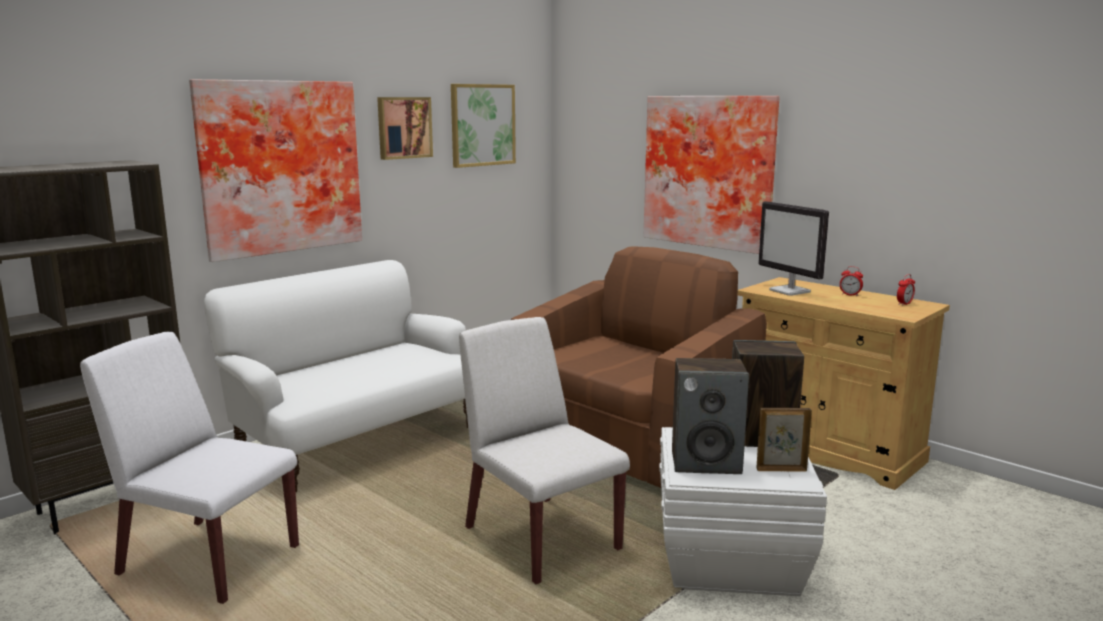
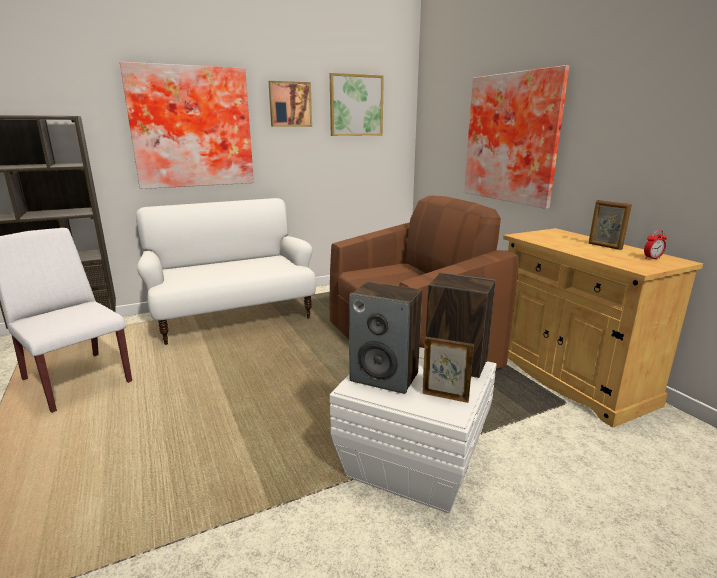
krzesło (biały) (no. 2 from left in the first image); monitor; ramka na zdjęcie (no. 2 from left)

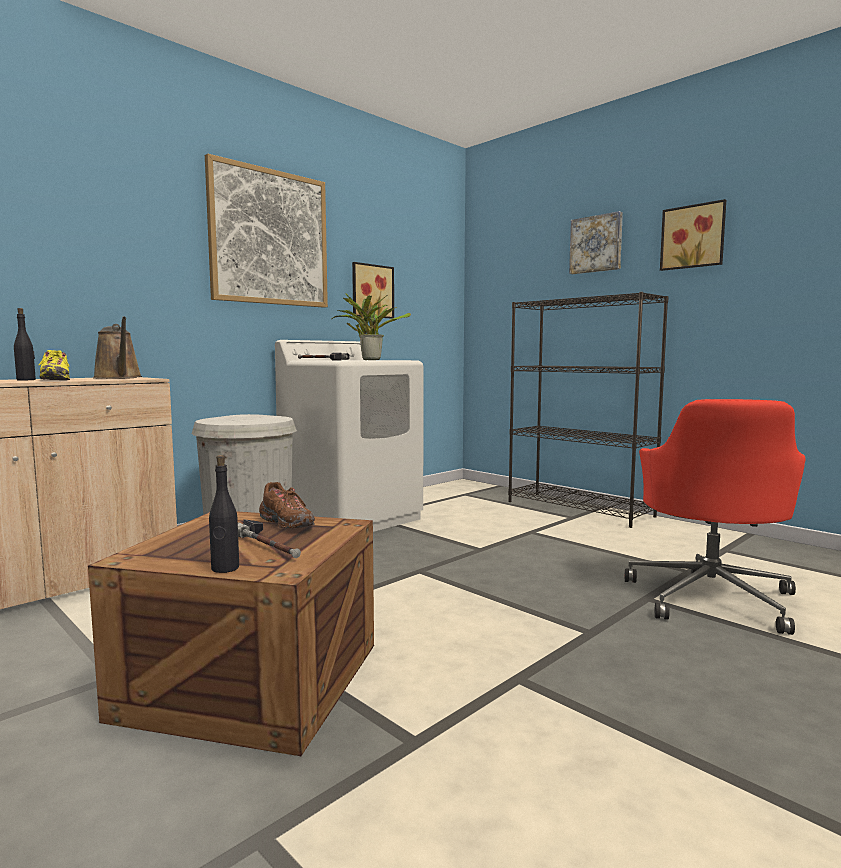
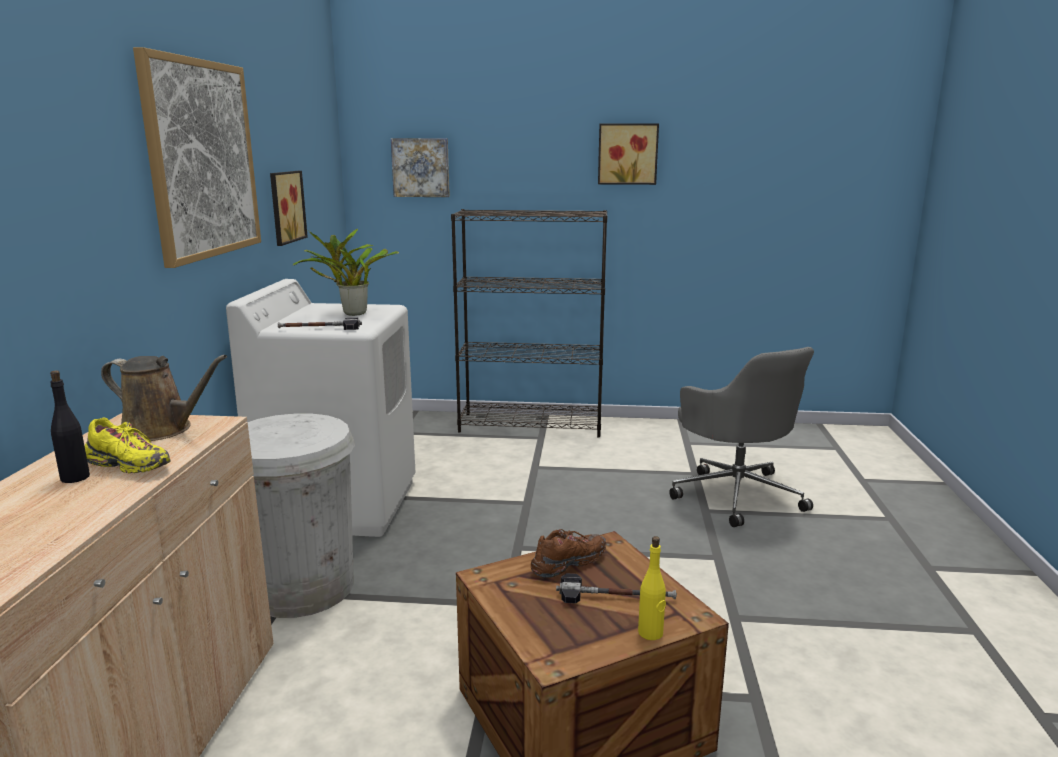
obraz (no. 3 from left); butelka (żółty); krzesło biurowe (szary); but (brązowy)

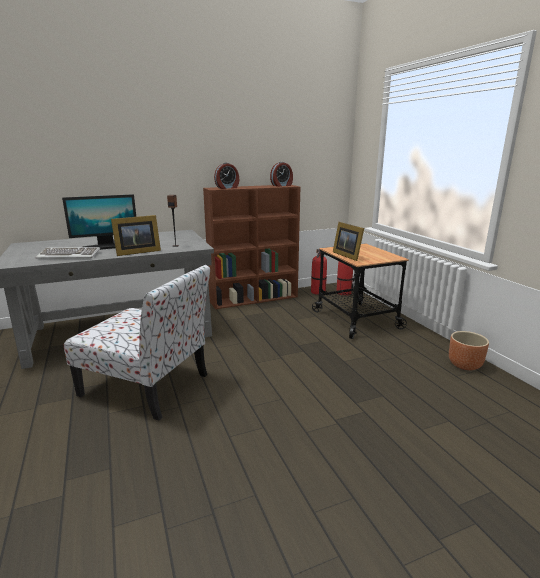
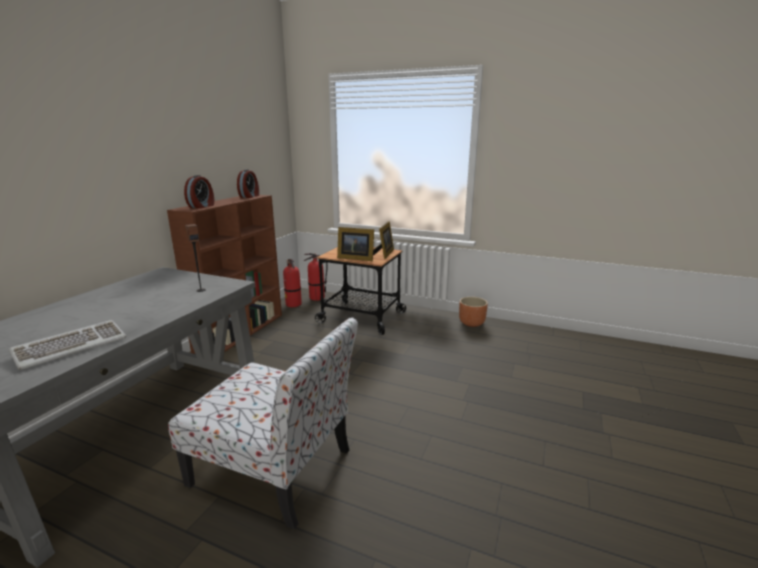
monitor; ramka na zdjęcie (no. 2 from left); krzesło

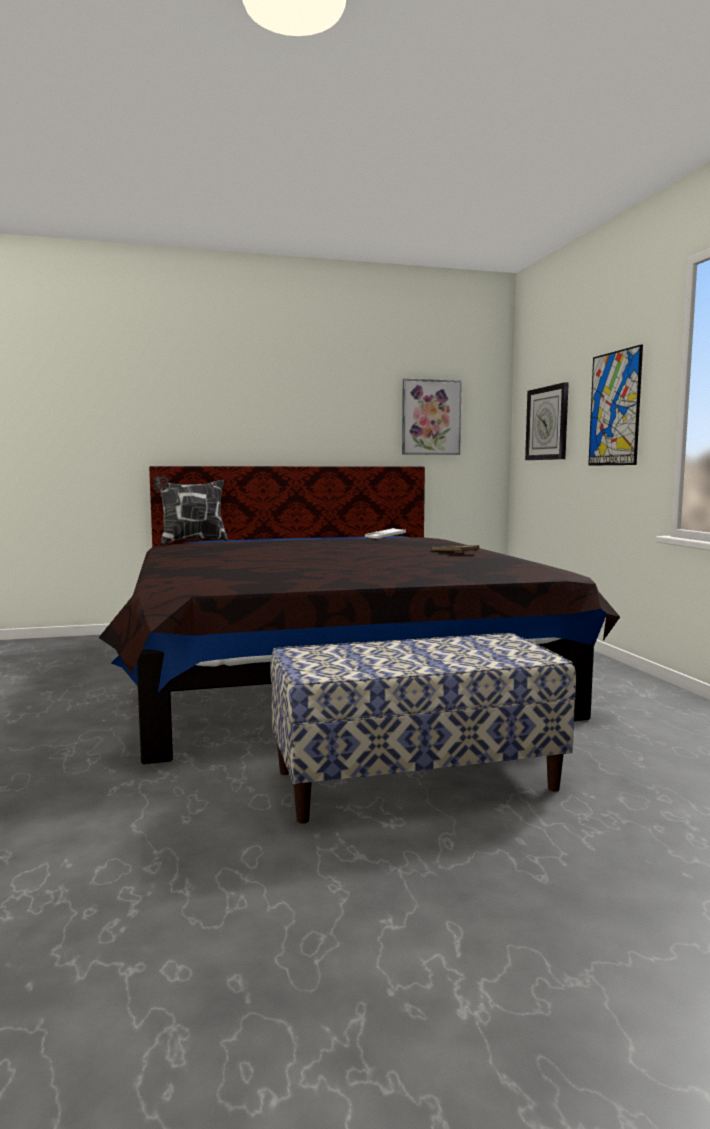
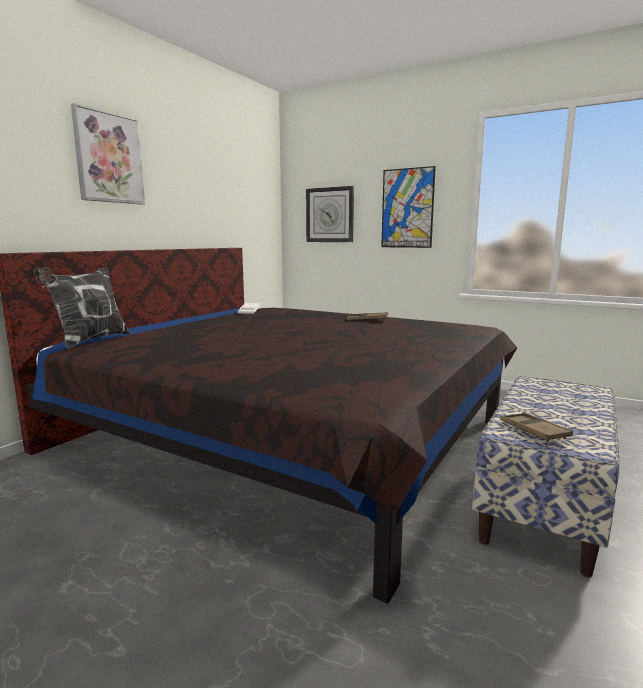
taca (brązowy) (no. 2 from left); obraz (no. 1 from left)

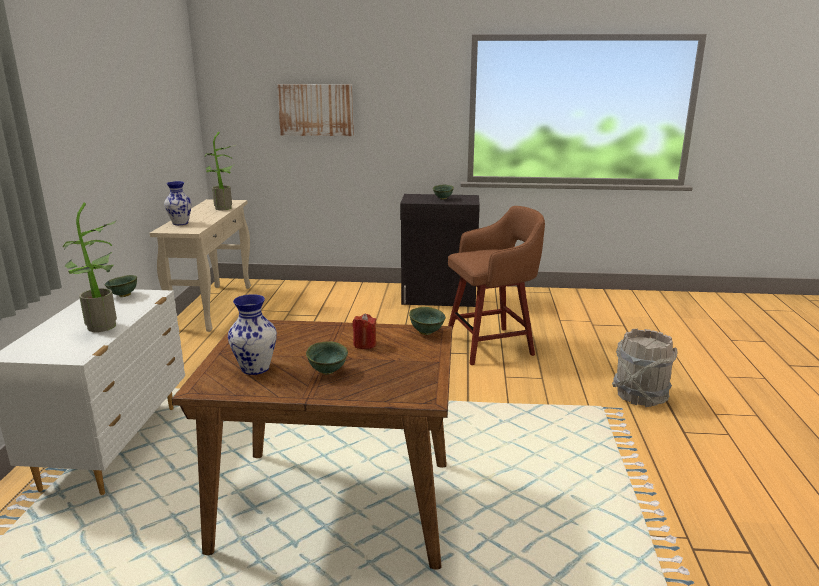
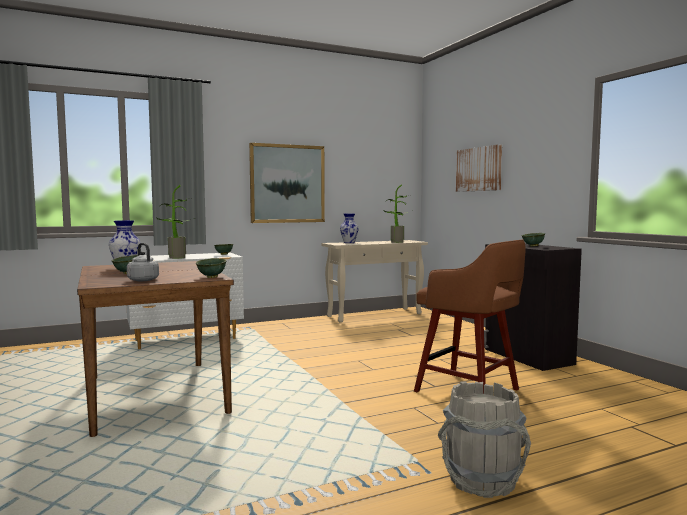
świeca (czerwony); czajnik (szary); obraz (no. 1 from left)

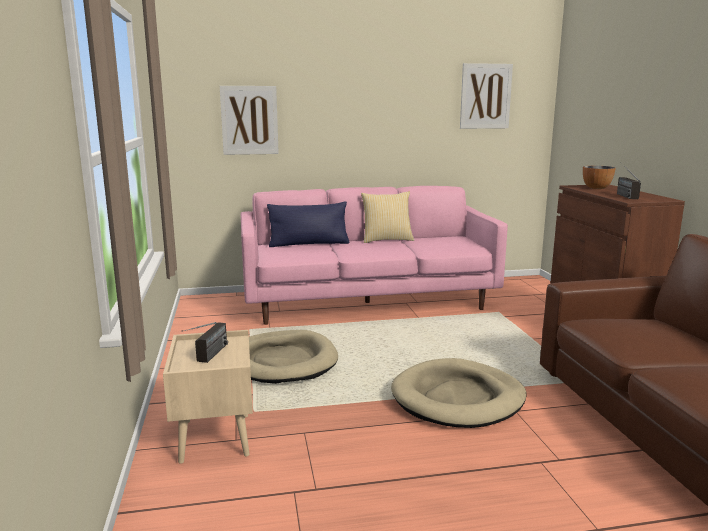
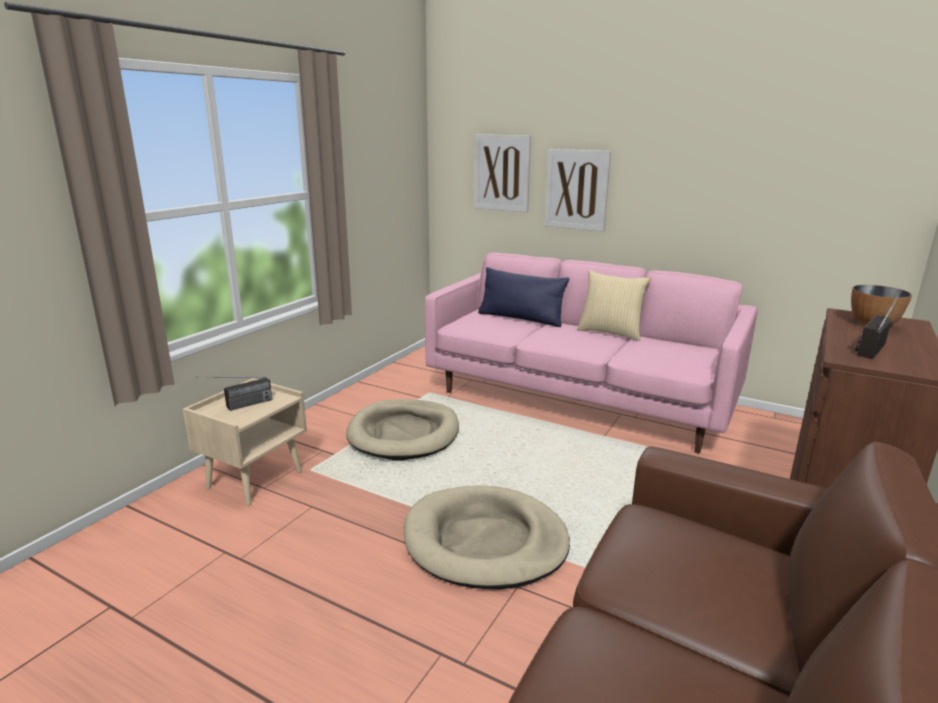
obraz (no. 2 from left)

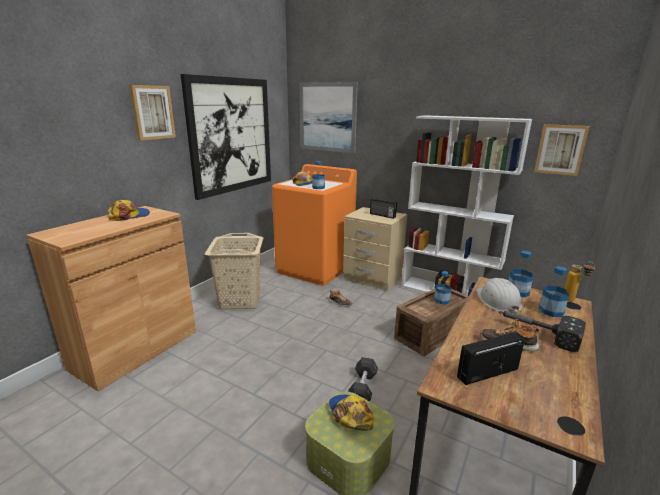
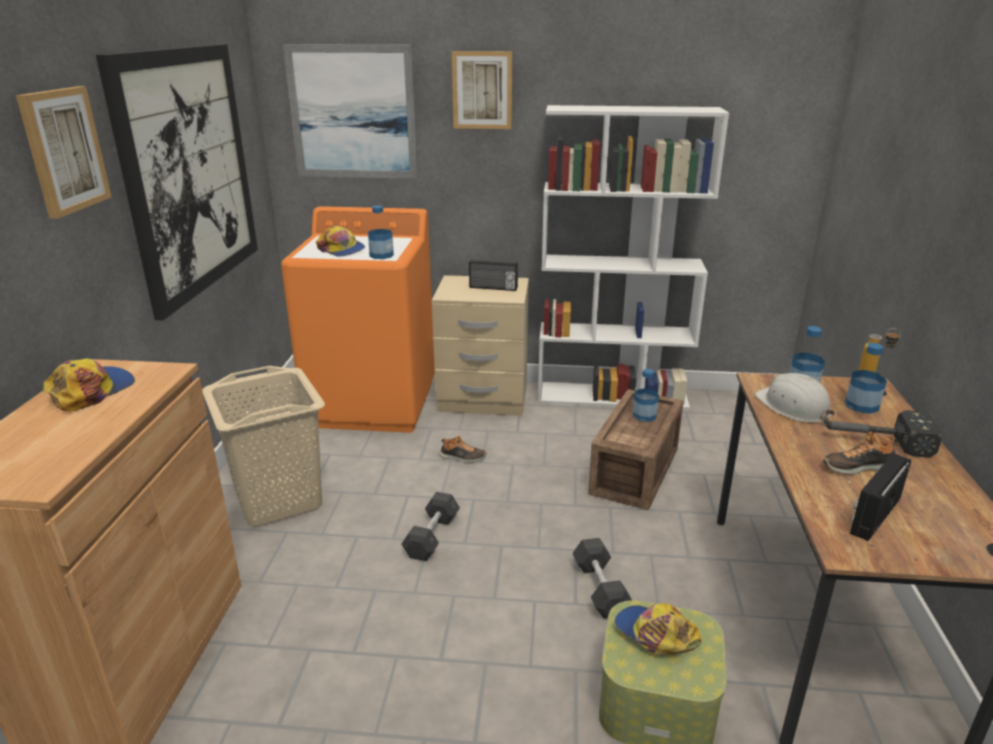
hantel (szary) (no. 1 from left); obraz (no. 4 from left)

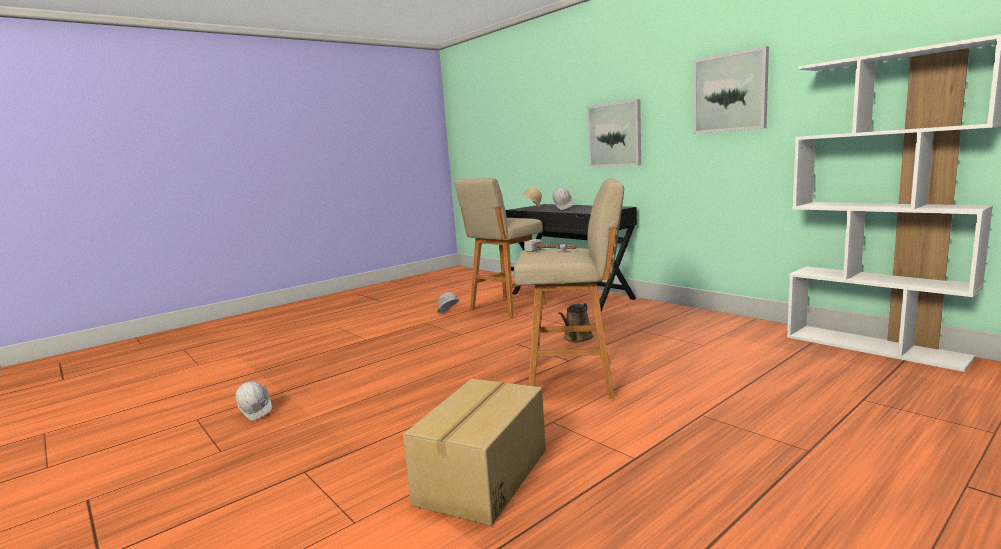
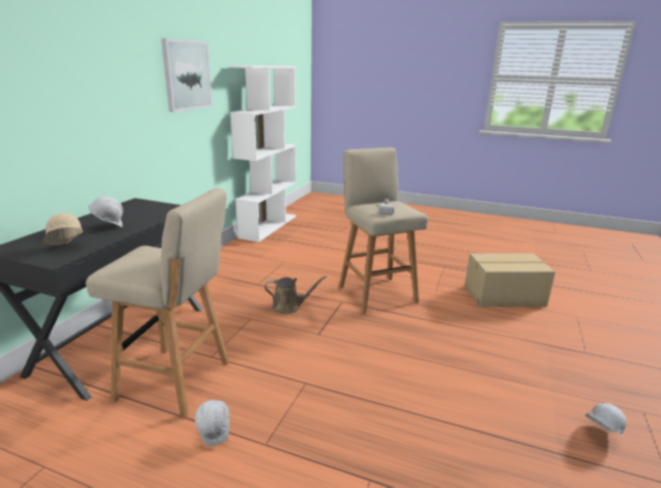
obraz (no. 1 from left in the first image)

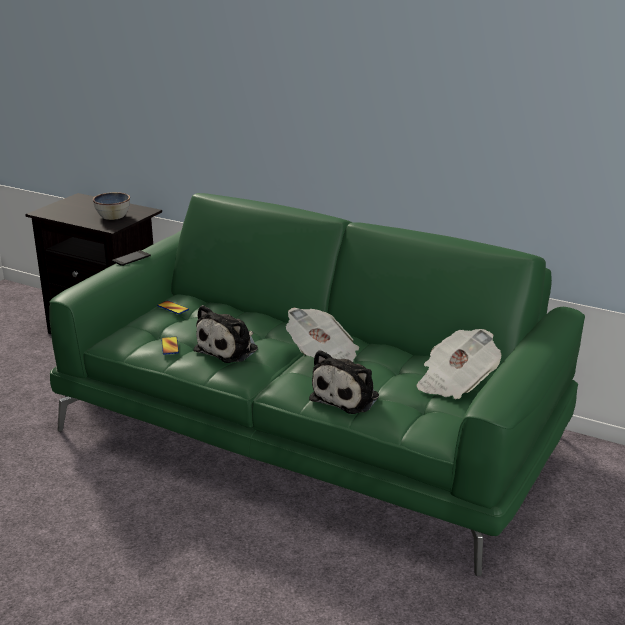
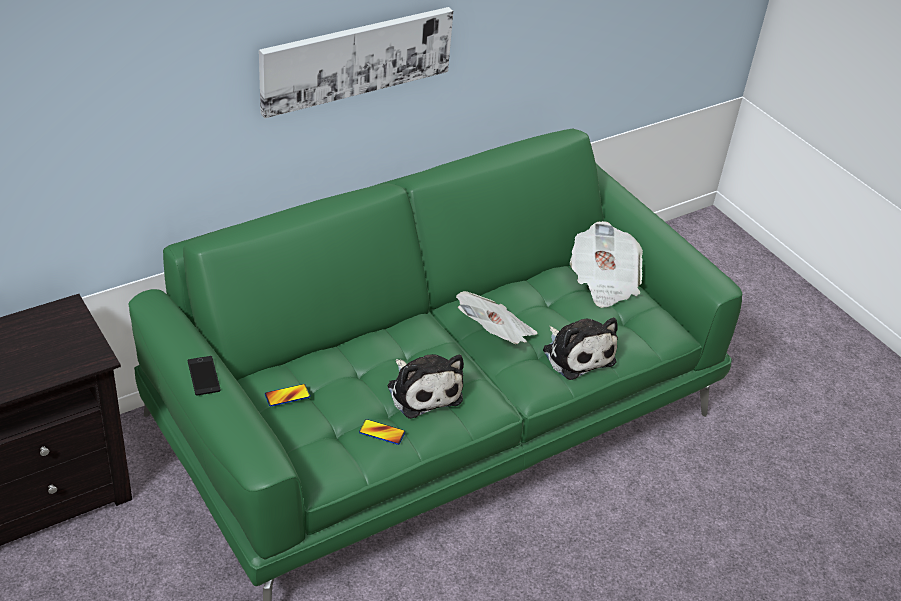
miska; obraz

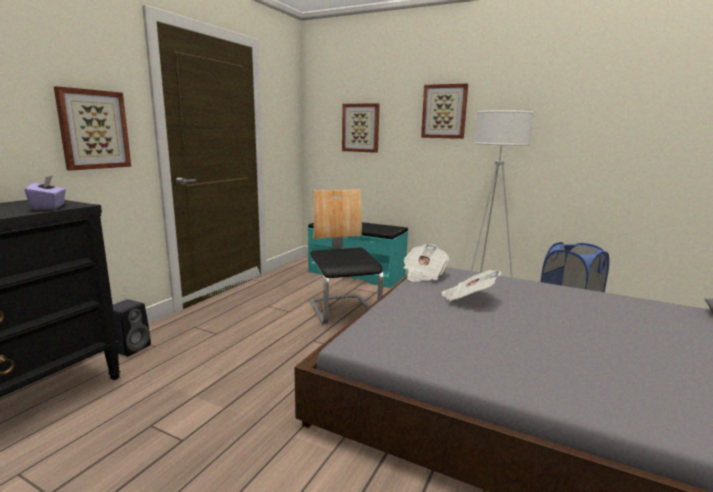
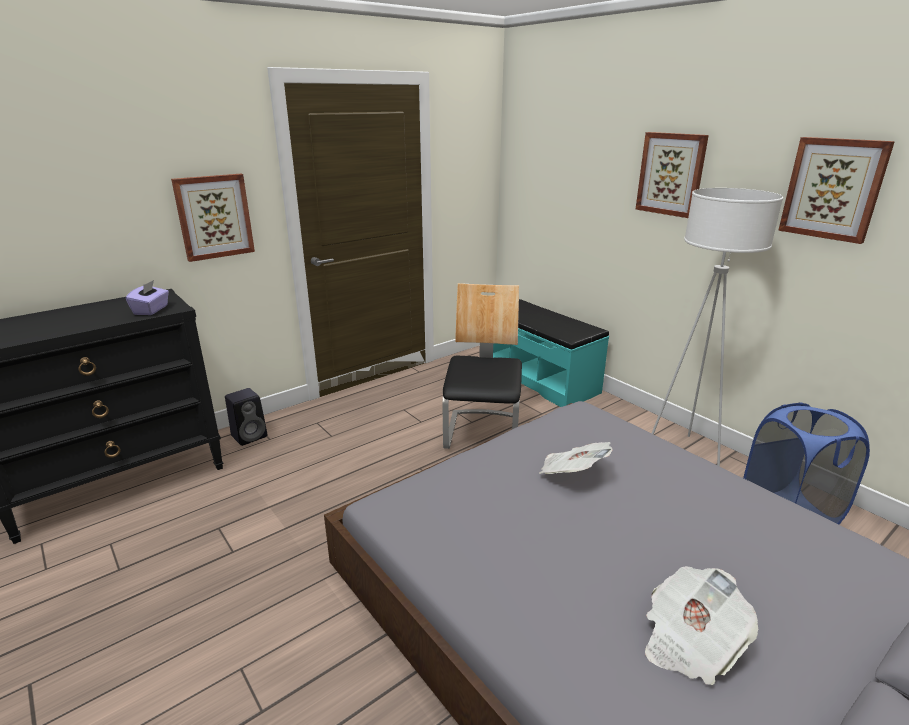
obraz (no. 3 from left); gazeta (no. 2 from left)

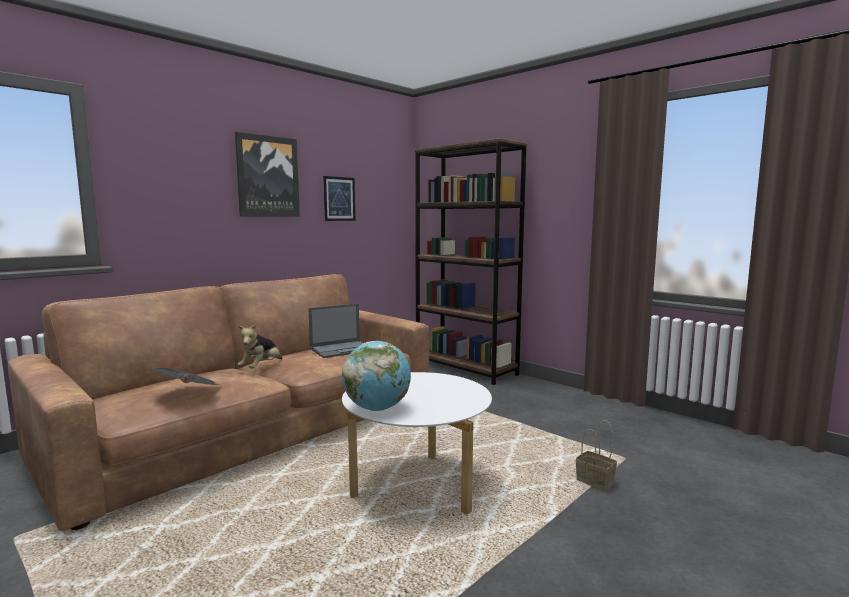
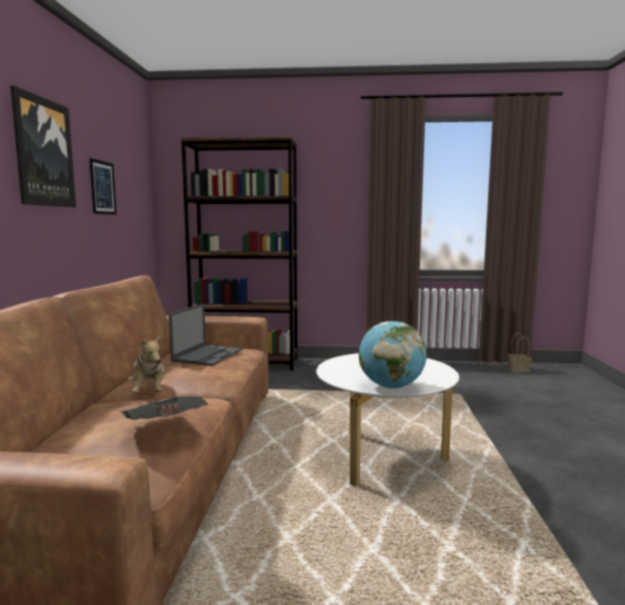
koszyk

